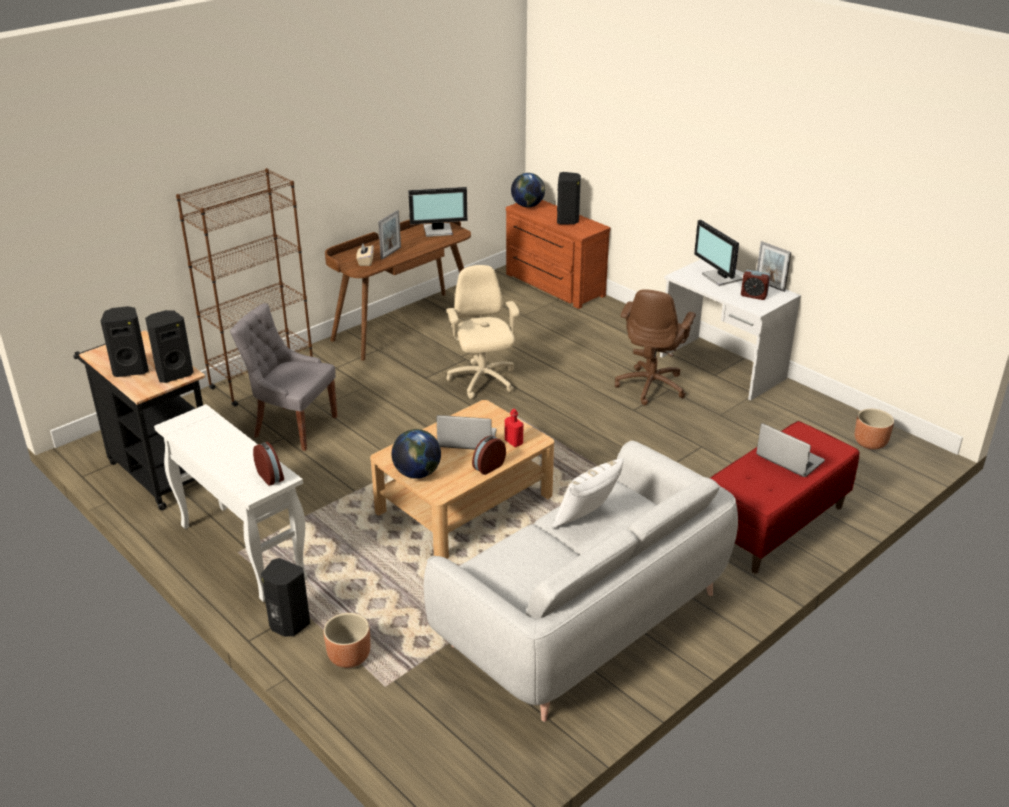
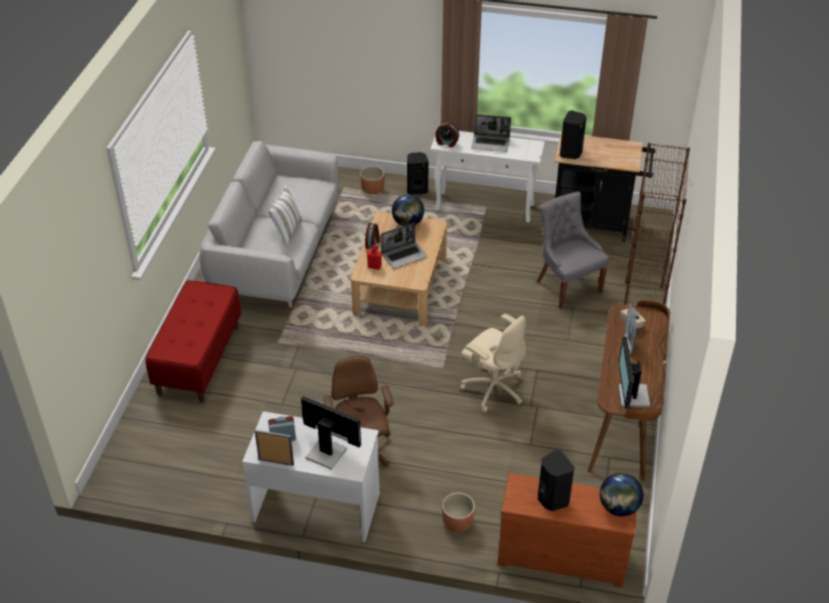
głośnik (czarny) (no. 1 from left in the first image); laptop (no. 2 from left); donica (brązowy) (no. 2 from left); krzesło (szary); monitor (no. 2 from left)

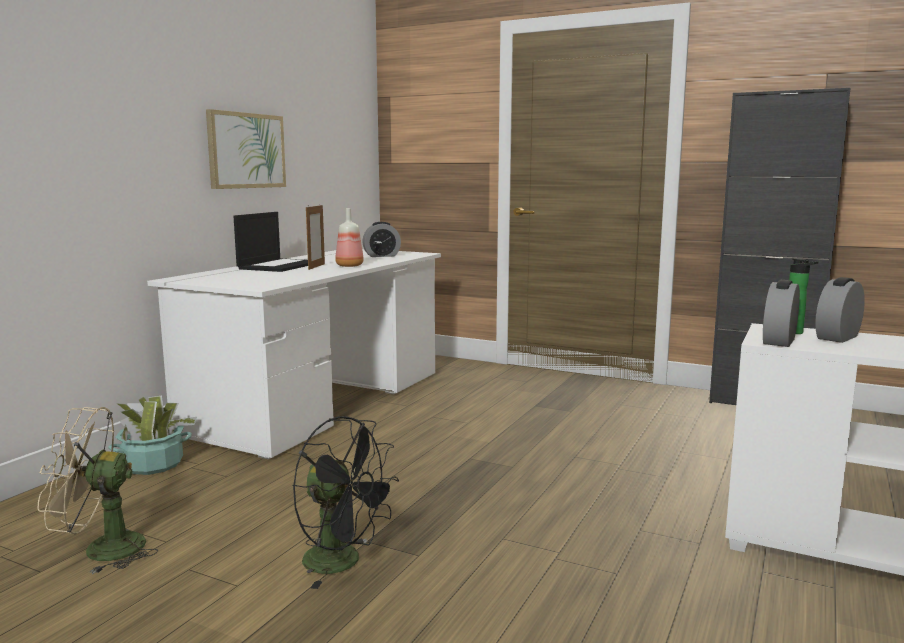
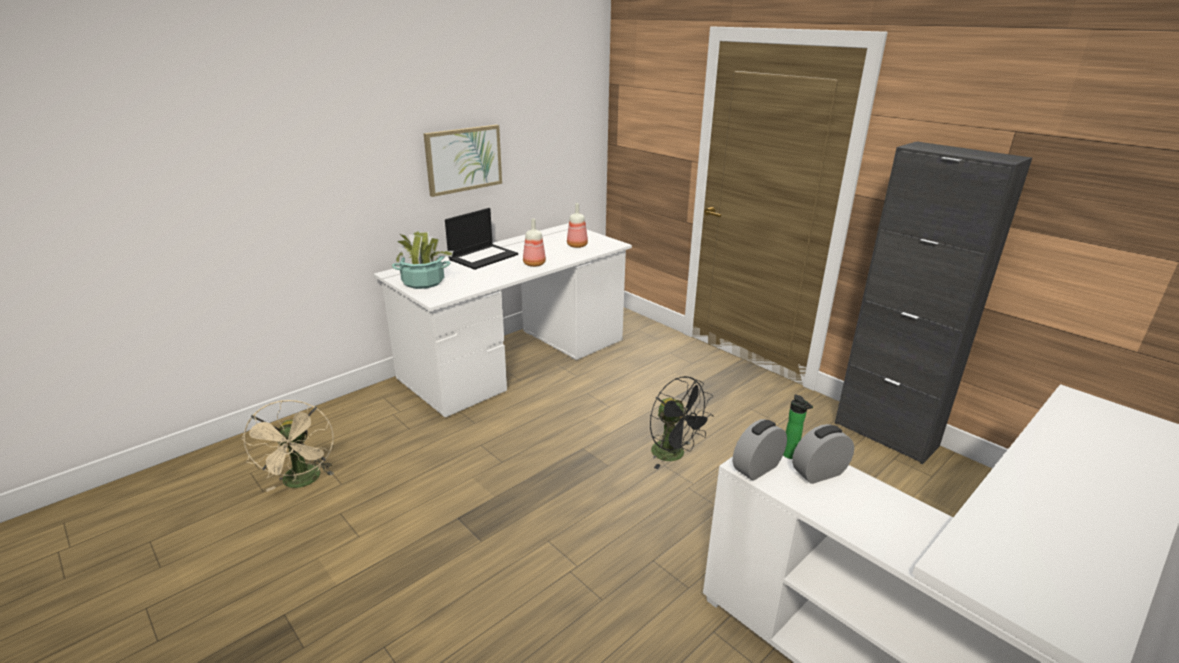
ramka na zdjęcie; roślina doniczkowa; wentylator (czarny); butelka (no. 2 from left); wentylator (beżowy)

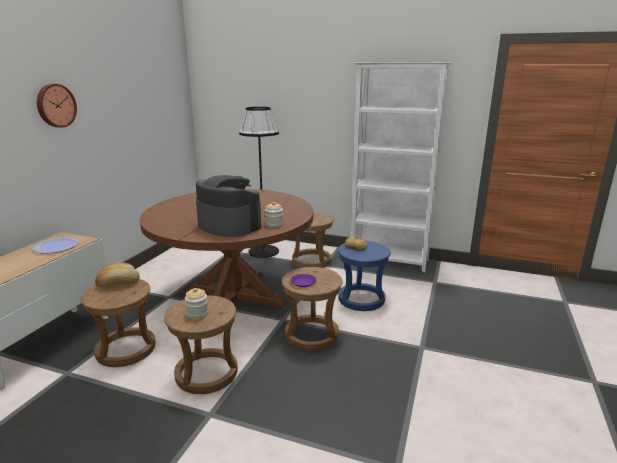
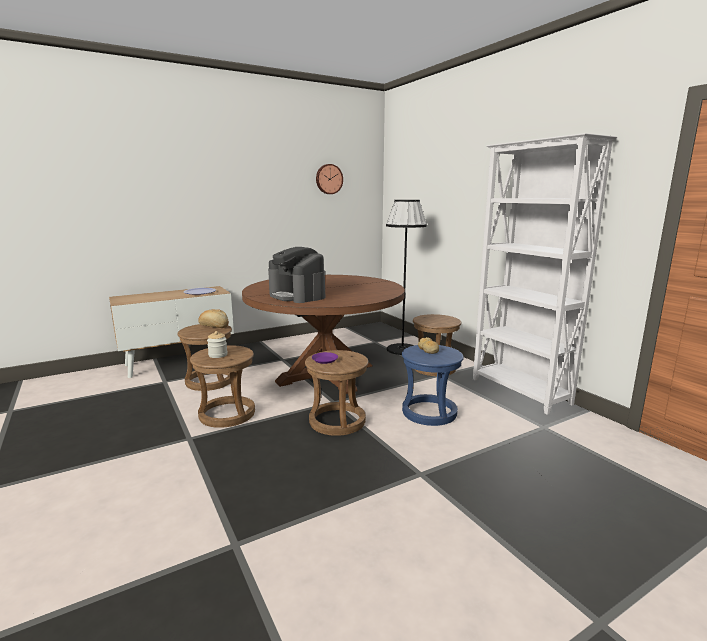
słoik (no. 2 from left in the first image); zegar ścienny; ekspres do kawy

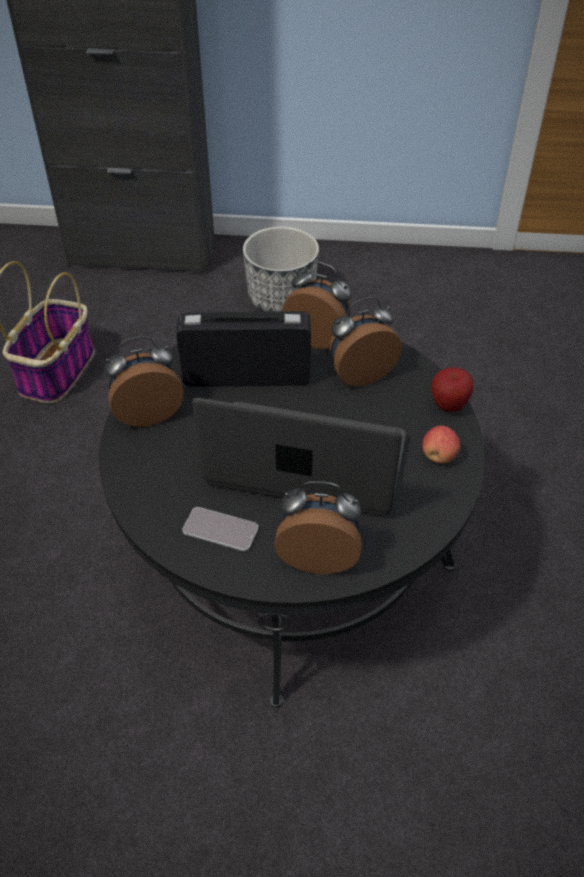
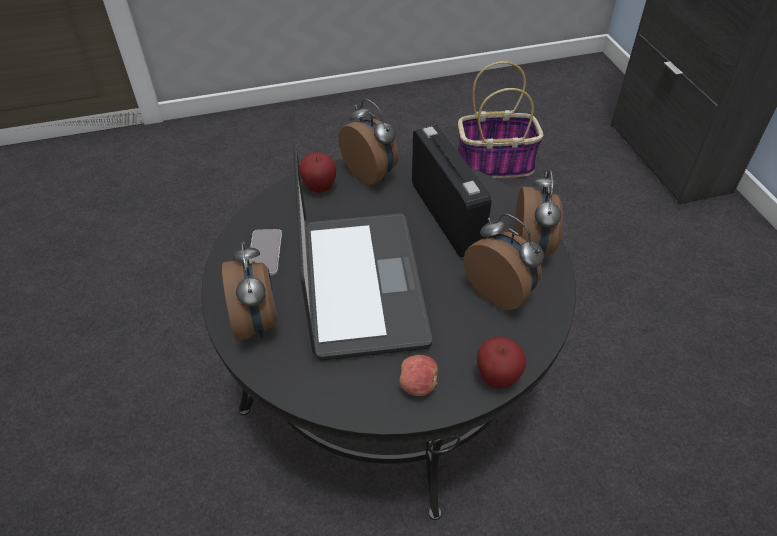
donica; jabłko (no. 1 from left)

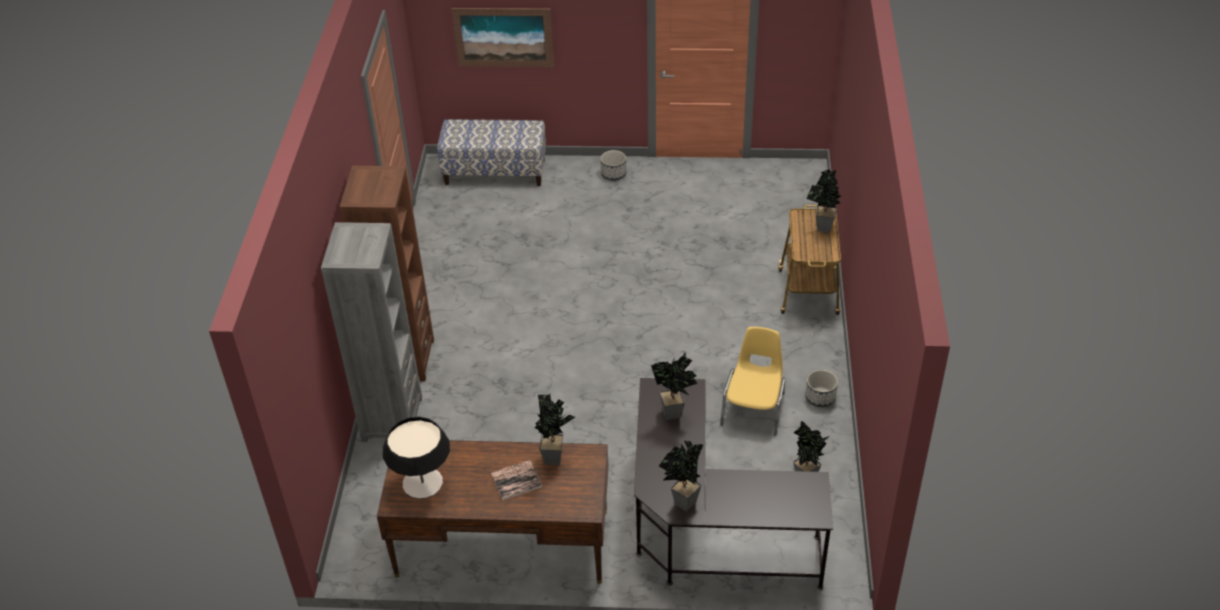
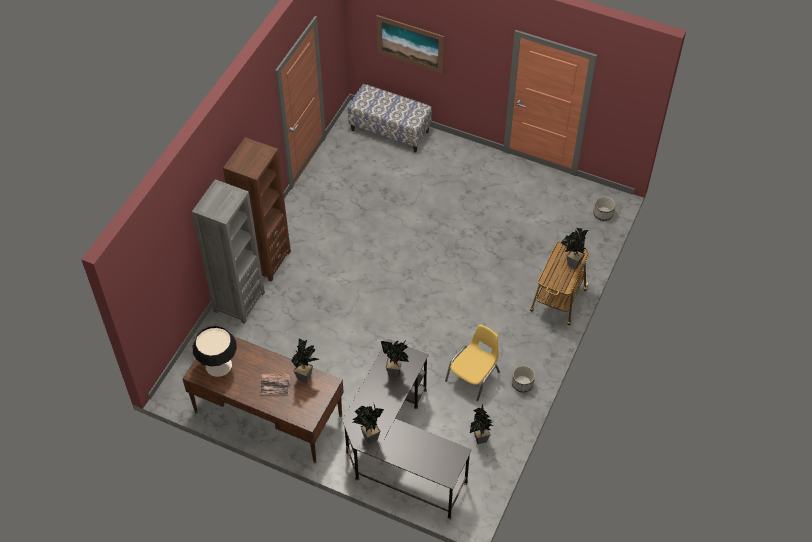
donica (no. 2 from left)

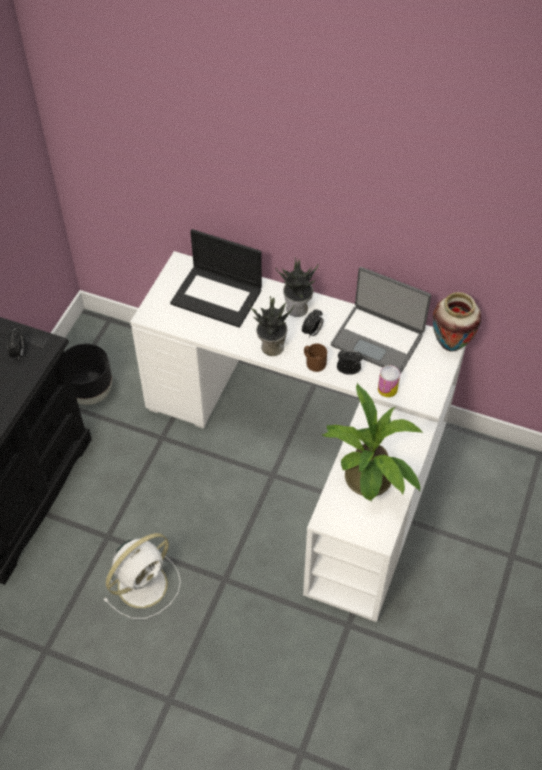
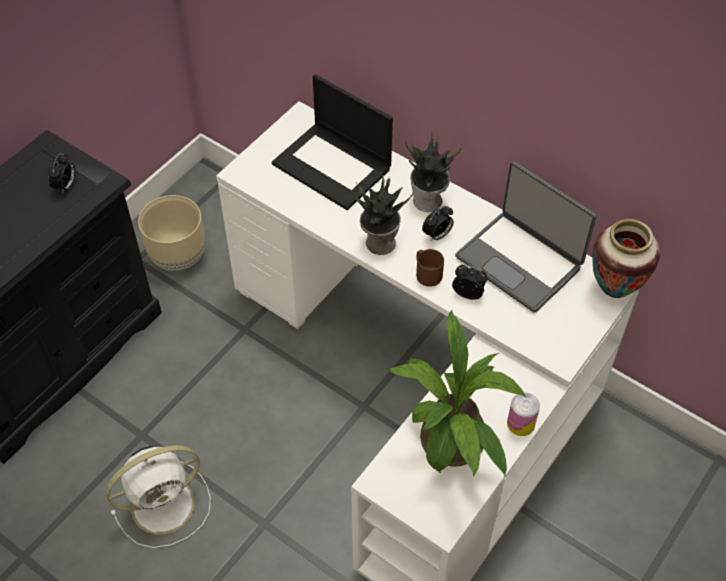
puszka; donica (beżowy)

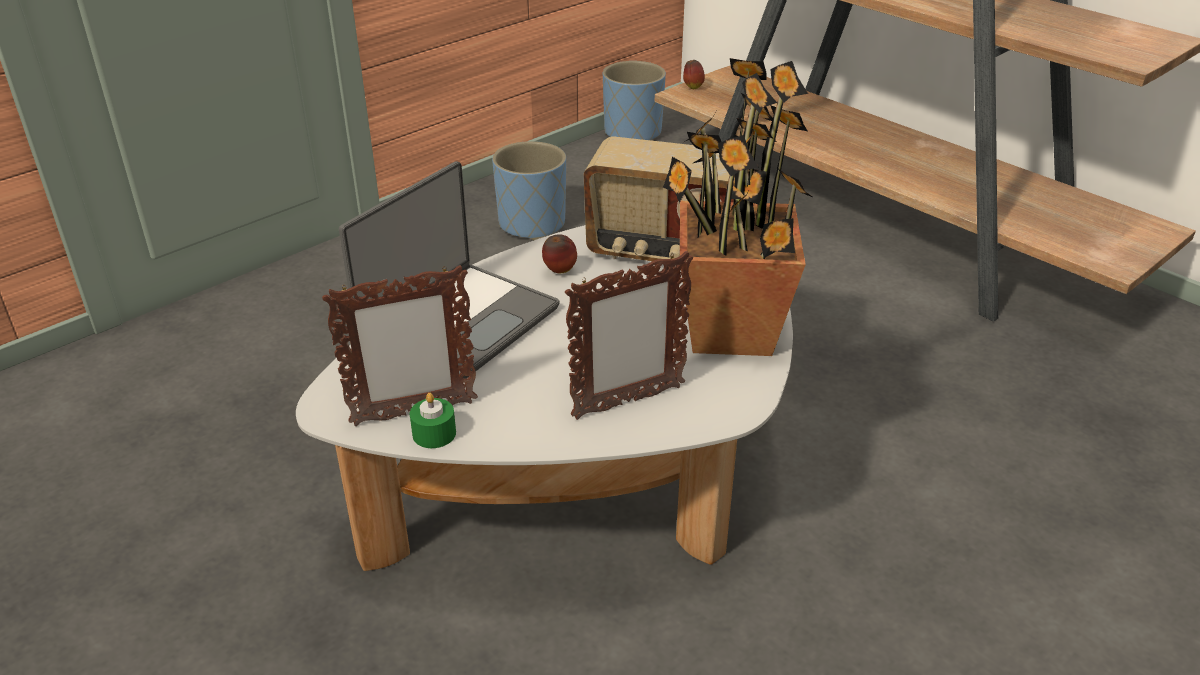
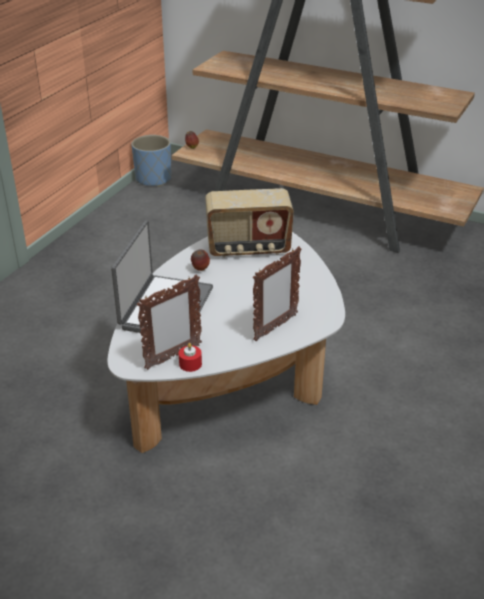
donica (niebieski) (no. 1 from left in the first image); roślina doniczkowa; świeca (czerwony)

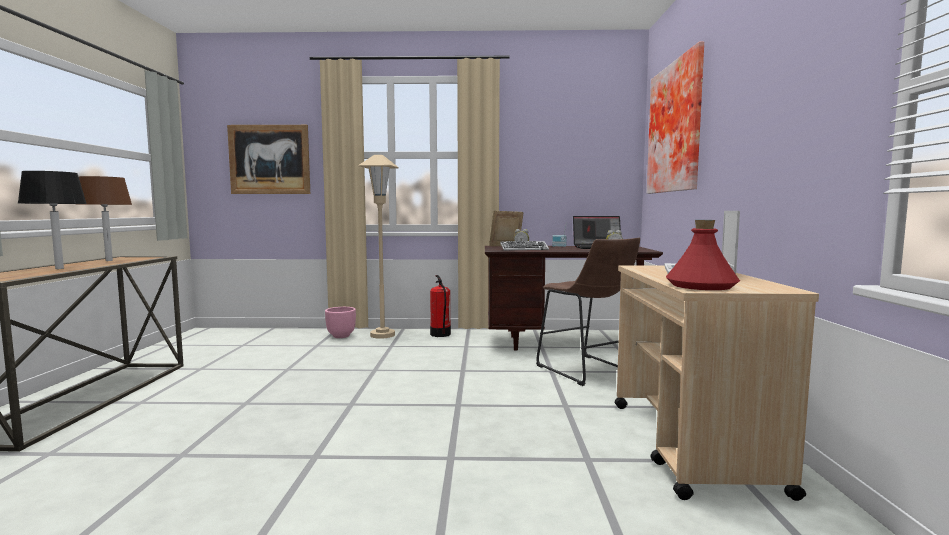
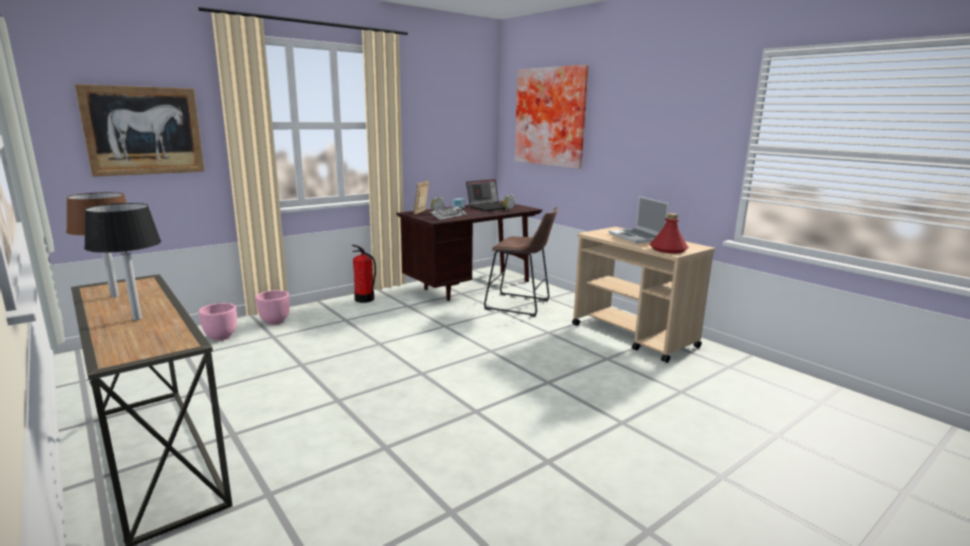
lampa stojąca (beżowy); donica (różowy) (no. 1 from left)

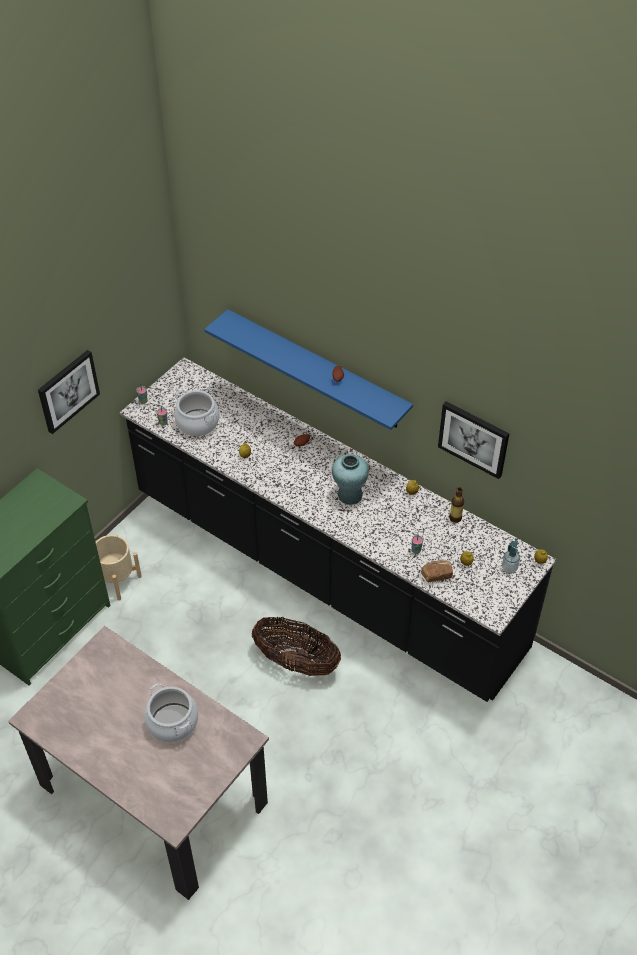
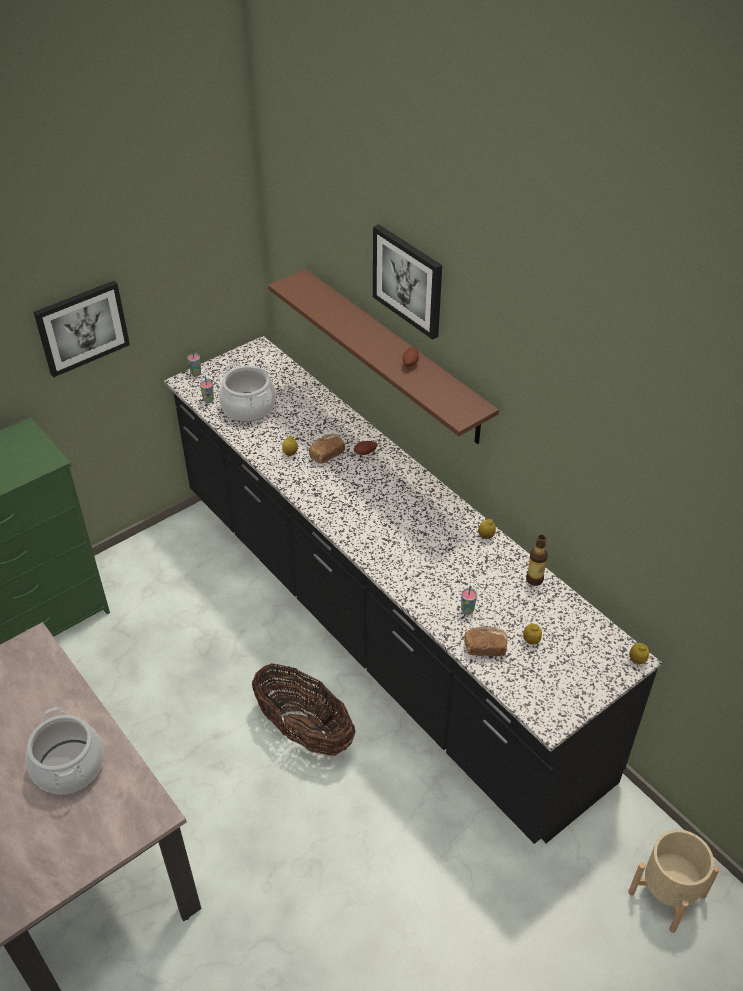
wazon (turkusowy); dozownik mydła; chleb (no. 1 from left); donica (beżowy); obraz (no. 2 from left); półka (brązowy)

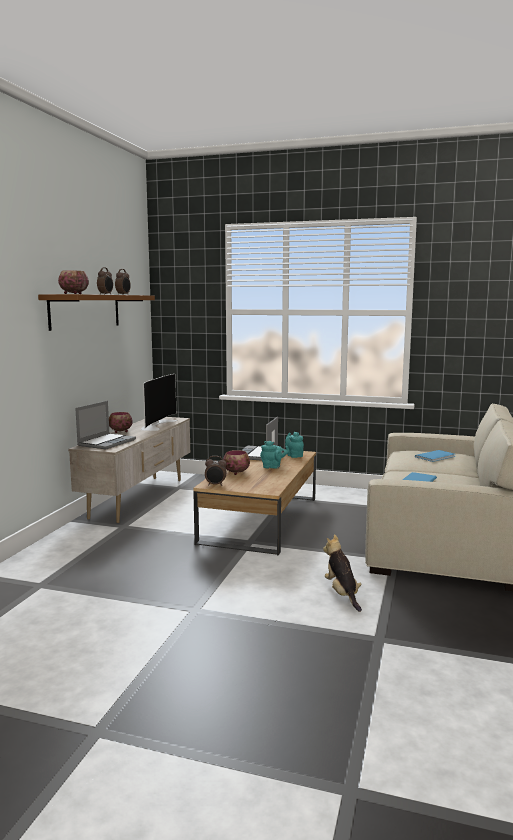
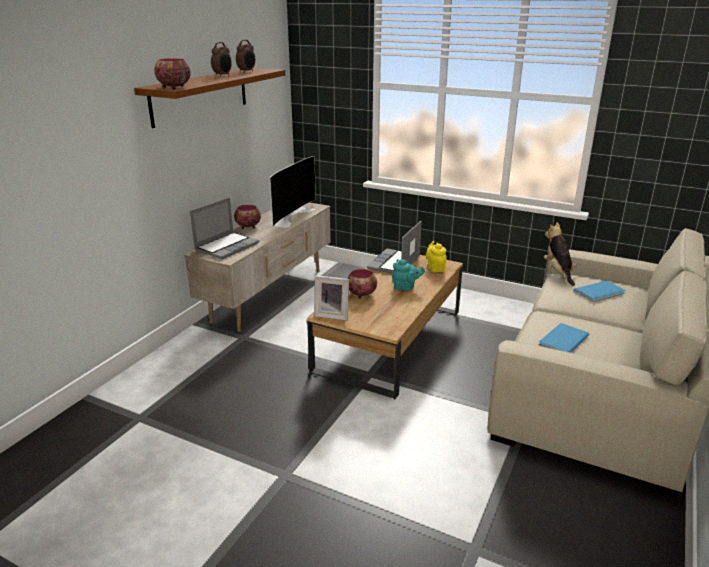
pluszak; ramka na zdjęcie; imbryk (żółty)

